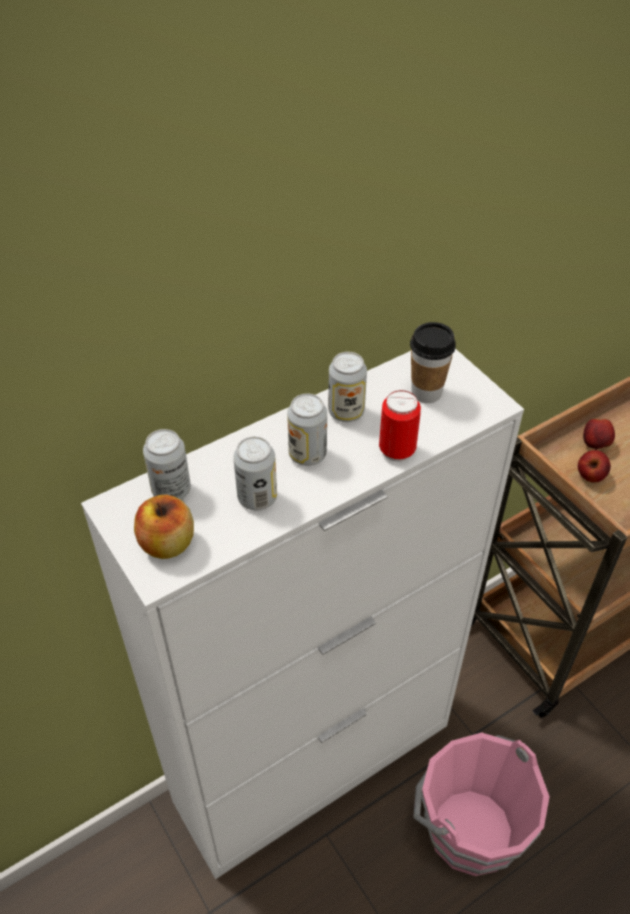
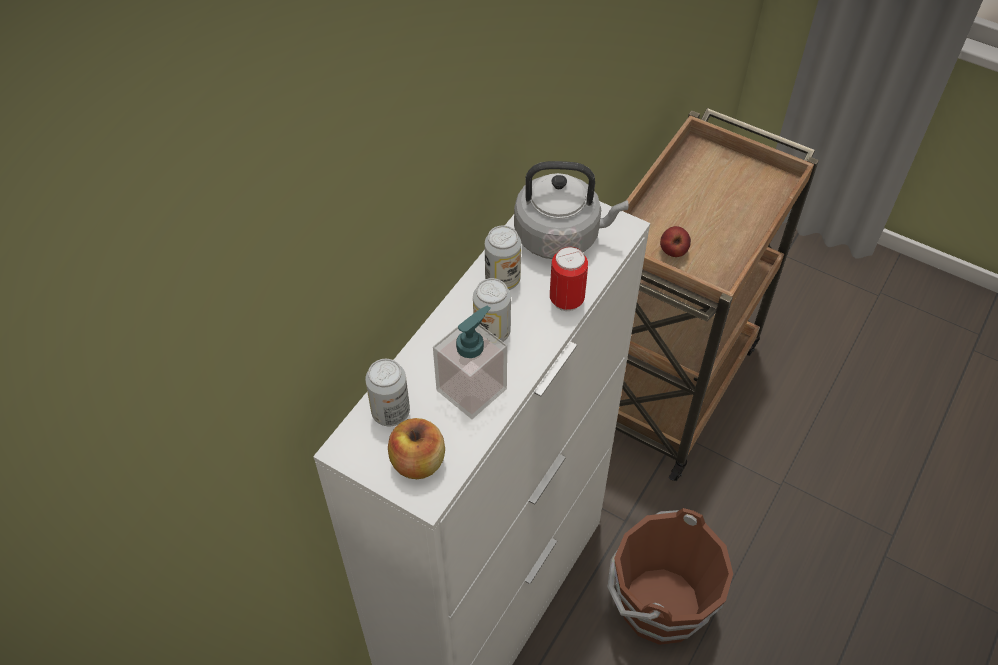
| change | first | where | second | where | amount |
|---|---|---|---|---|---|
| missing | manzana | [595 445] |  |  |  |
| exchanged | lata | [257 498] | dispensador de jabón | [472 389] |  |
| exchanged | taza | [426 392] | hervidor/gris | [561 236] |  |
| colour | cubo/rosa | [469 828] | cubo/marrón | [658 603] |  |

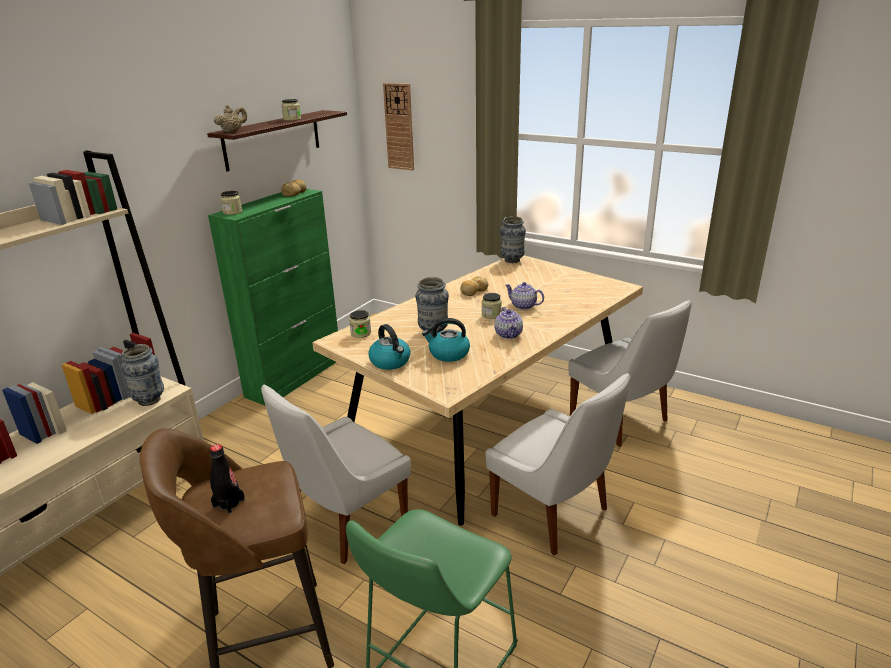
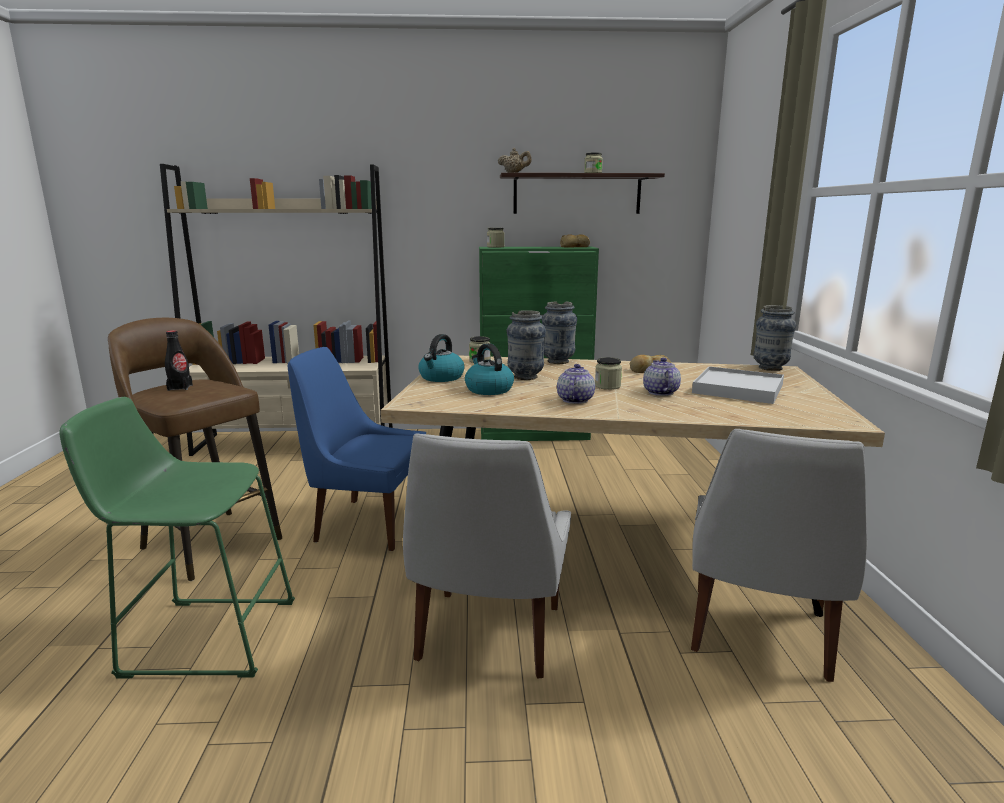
| change | first | where | second | where | amount |
|---|---|---|---|---|---|
| missing | reloj de pared | [399 127] |  |  |  |
| appeared |  |  | bandeja/blanco | [738 389] |  |
| relocated | florero | [149 400] |  | [558 361] |  |
| colour | silla/blanco | [345 522] | silla/azul | [366 523] |  |
| spun | tetera | [509 334] |  | [574 400] | 150 degrees clockwise |

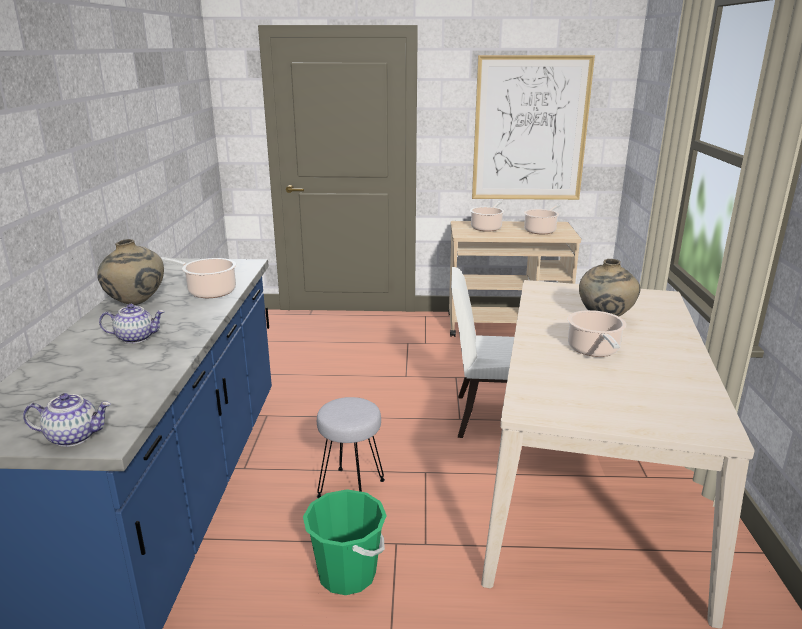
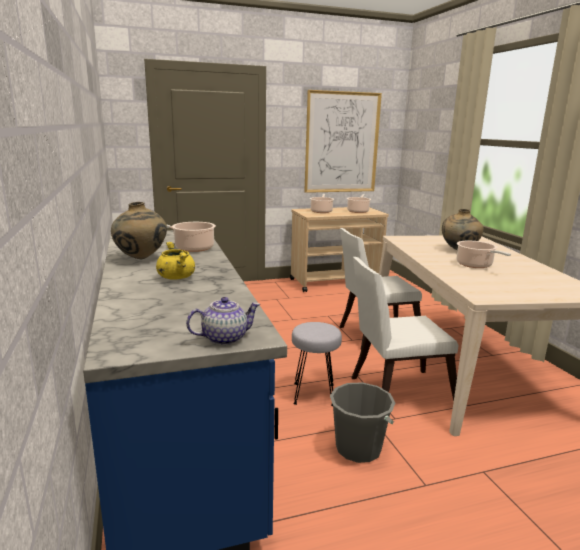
| change | first | where | second | where | amount |
|---|---|---|---|---|---|
| appeared |  |  | silla/blanco | [395 392] |  |
| exchanged | tetera | [136 338] | olla/amarillo | [176 277] |  |
| colour | cubo/verde | [347 574] | cubo/gris | [358 448] |  |

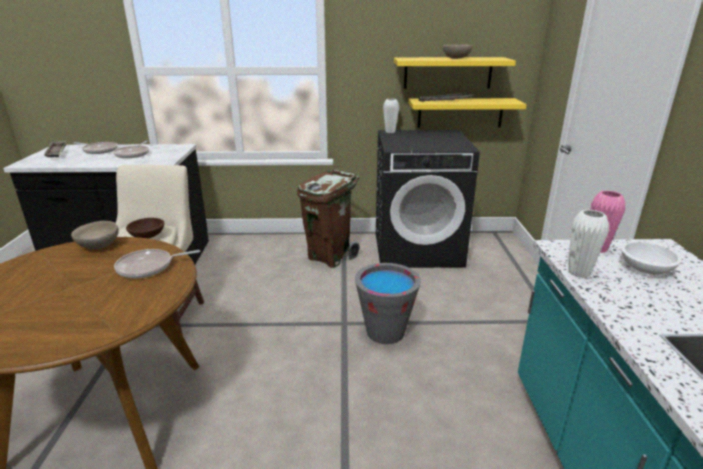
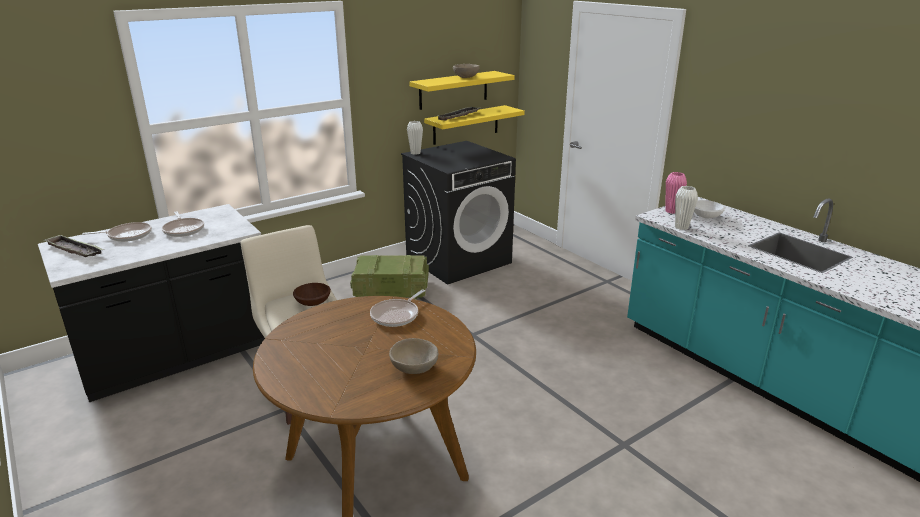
| change | first | where | second | where | amount |
|---|---|---|---|---|---|
| missing | cubo/gris | [385 332] |  |  |  |
| relocated | cuenco/beis | [98 246] |  | [414 369] |  |
| exchanged | papelera/marrón | [330 257] | caja de embalaje | [392 289] |  |

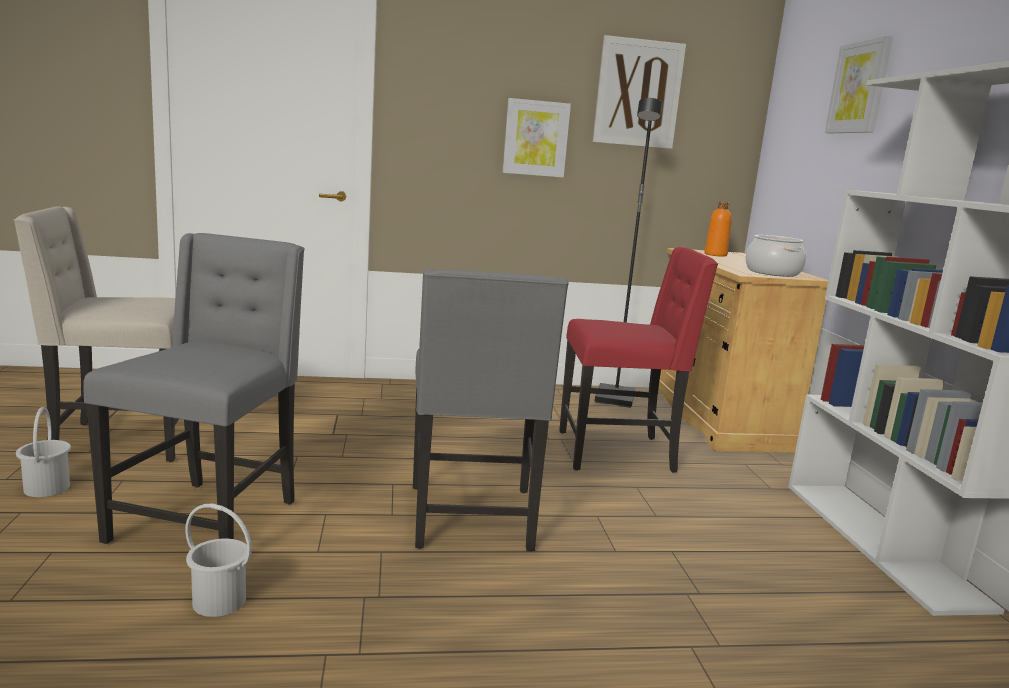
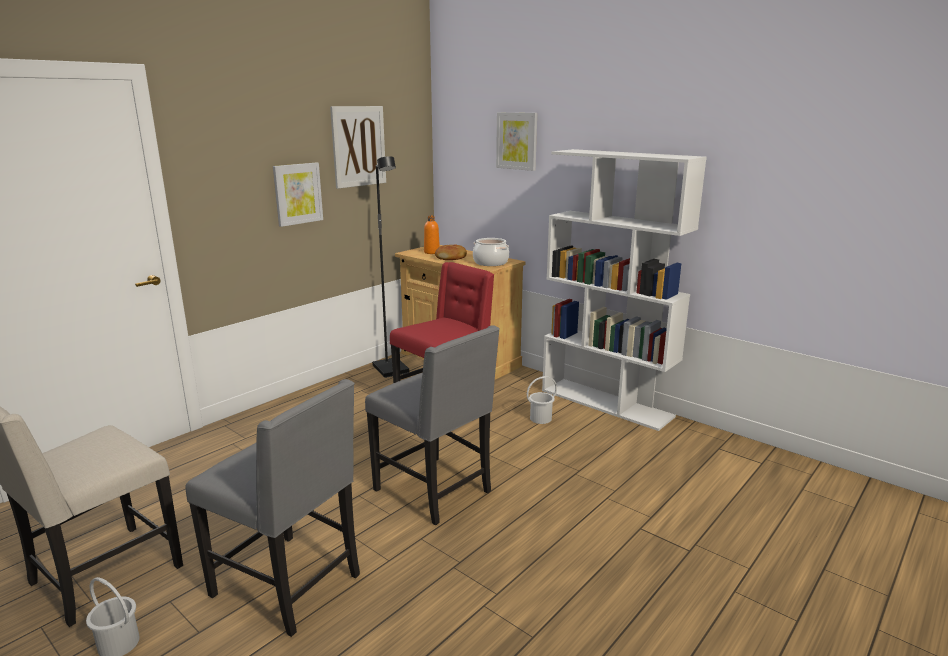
| change | first | where | second | where | amount |
|---|---|---|---|---|---|
| appeared |  |  | pan | [451 258] |  |
| relocated | cubo/blanco | [219 601] |  | [540 418] |  |
| spun | silla/gris | [209 520] |  | [290 585] | 150 degrees clockwise |

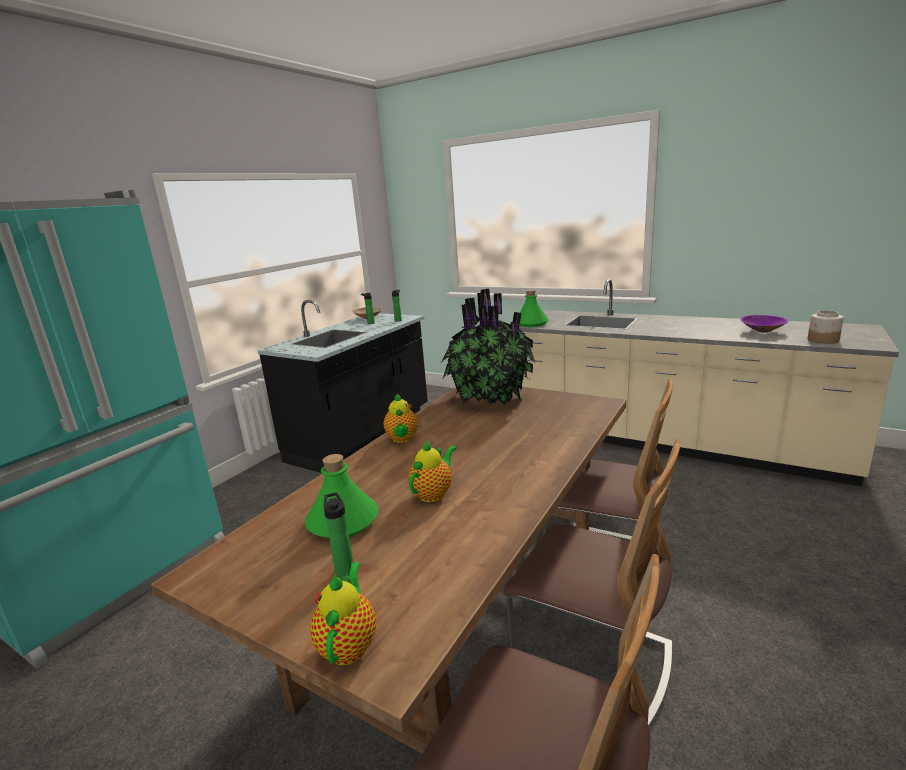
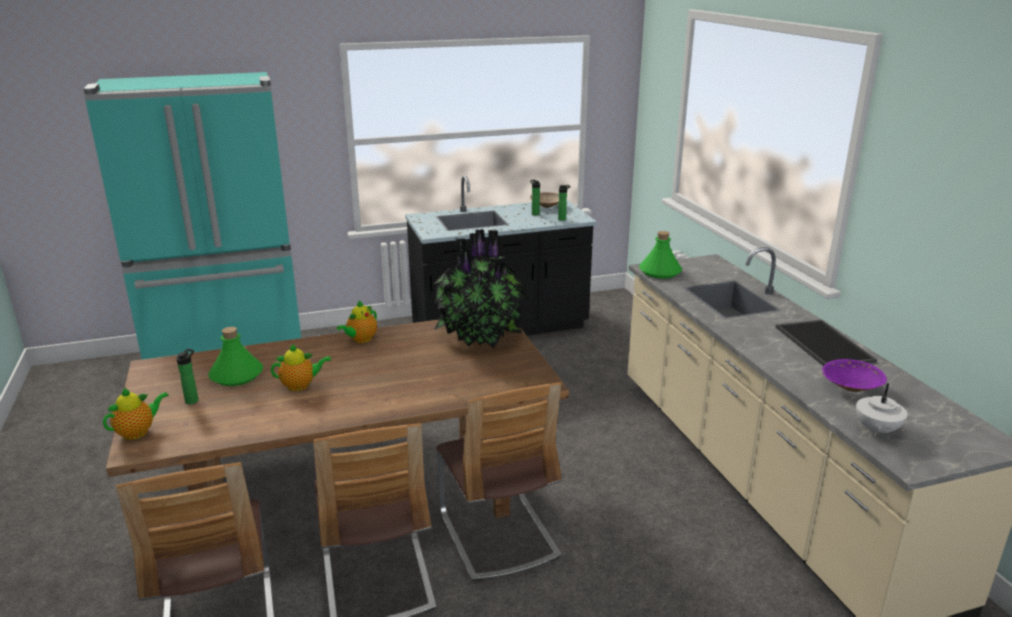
| change | first | where | second | where | amount |
|---|---|---|---|---|---|
| appeared |  |  | bandeja | [821 343] |  |
| exchanged | tarro | [823 340] | tetera/blanco | [876 430] |  |

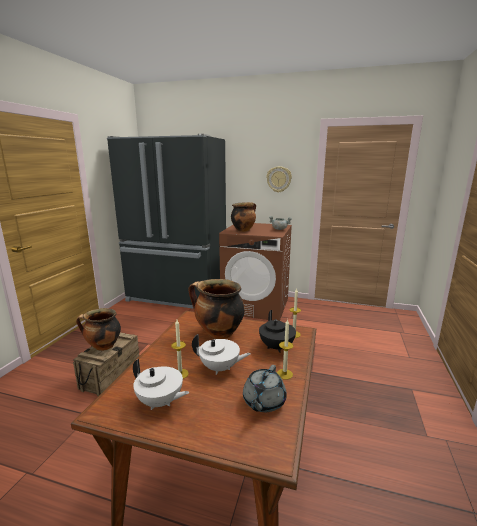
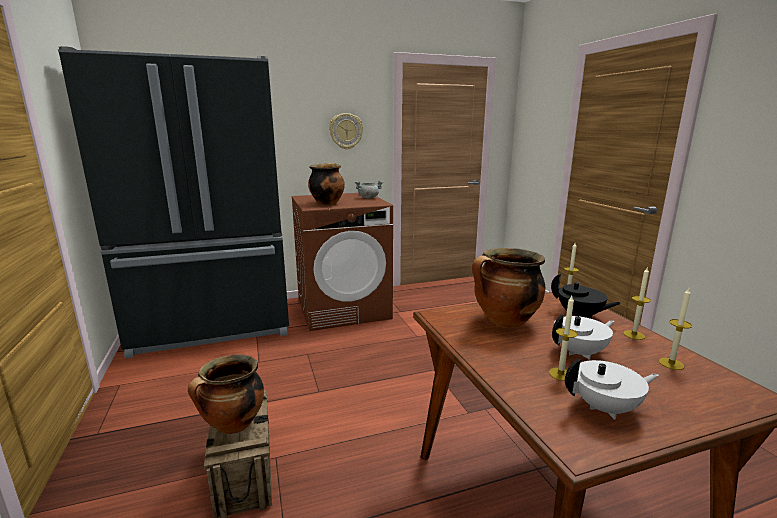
| change | first | where | second | where | amount |
|---|---|---|---|---|---|
| exchanged | tetera/gris | [263 402] | vela | [671 363] |  |

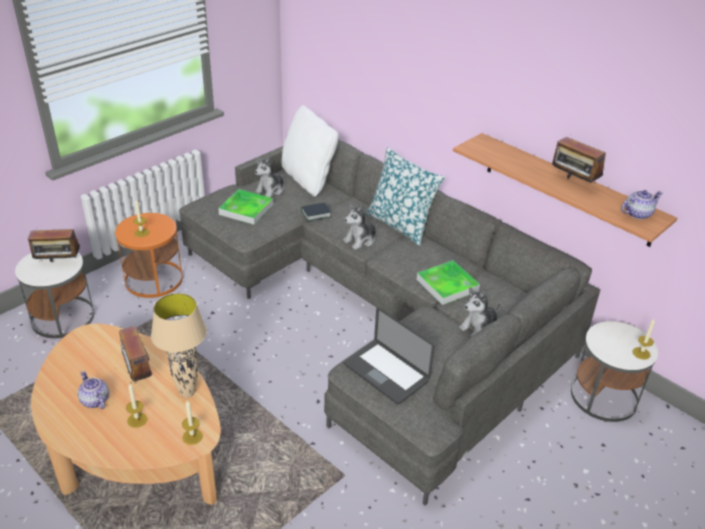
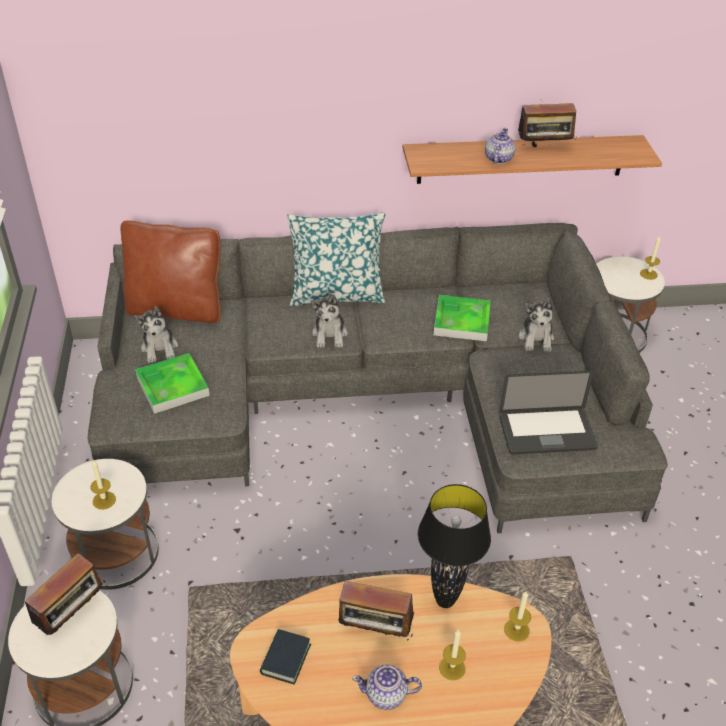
| change | first | where | second | where | amount |
|---|---|---|---|---|---|
| relocated | libro | [316 214] |  | [285 659] |  |
| relocated | tetera | [637 214] |  | [498 159] |  |
| colour | mesa auxiliar/naranja | [154 279] | mesa auxiliar/blanco | [115 552] |  |
| colour | lámpara de mesa/beis | [188 393] | lámpara de mesa/negro | [445 600] |  |
| colour | cojín/blanco | [308 179] | cojín/marrón | [176 309] |  |

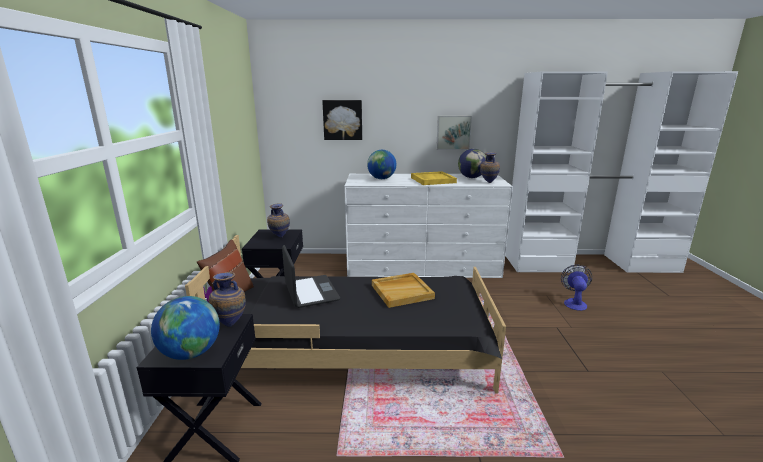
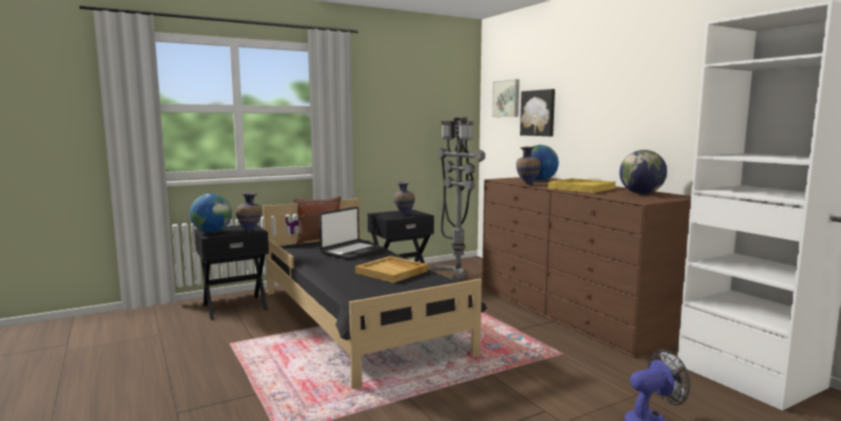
| change | first | where | second | where | amount |
|---|---|---|---|---|---|
| appeared |  |  | lámpara de pie/gris | [455 272] |  |
| relocated | cuadro | [453 132] |  | [507 98] |  |
| relocated | florero | [488 183] |  | [527 184] |  |
| colour | cómoda/blanco | [422 265] | cómoda/marrón | [573 310] |  |

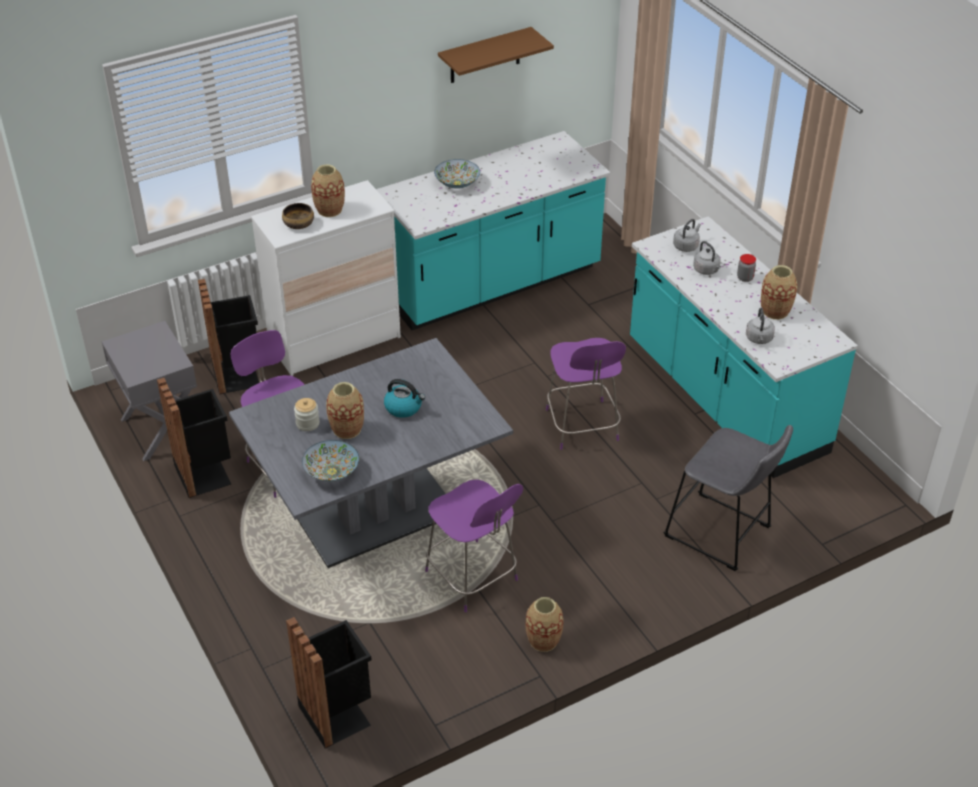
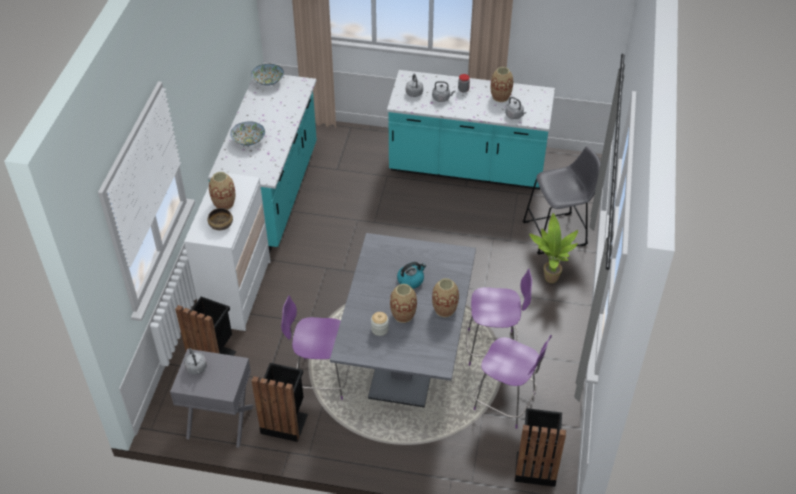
| change | first | where | second | where | amount |
|---|---|---|---|---|---|
| missing | estante/marrón | [485 56] |  |  |  |
| appeared |  |  | hervidor/gris | [197 368] |  |
| appeared |  |  | planta en maceta | [548 279] |  |
| relocated | cuenco | [332 471] |  | [268 81] |  |
| relocated | florero | [543 640] |  | [444 309] |  |
| relocated | silla/morado | [582 427] |  | [506 403] |  |

